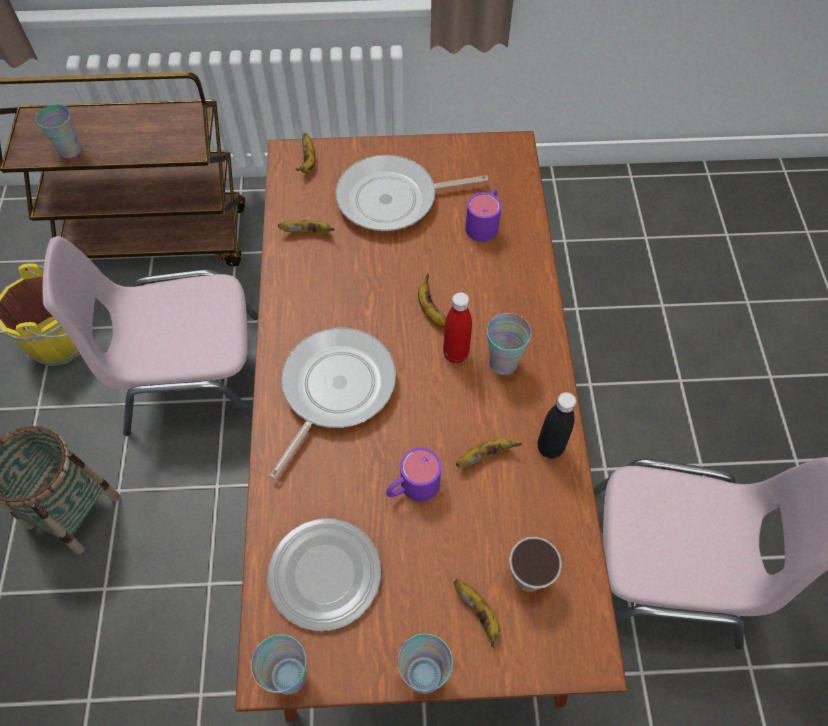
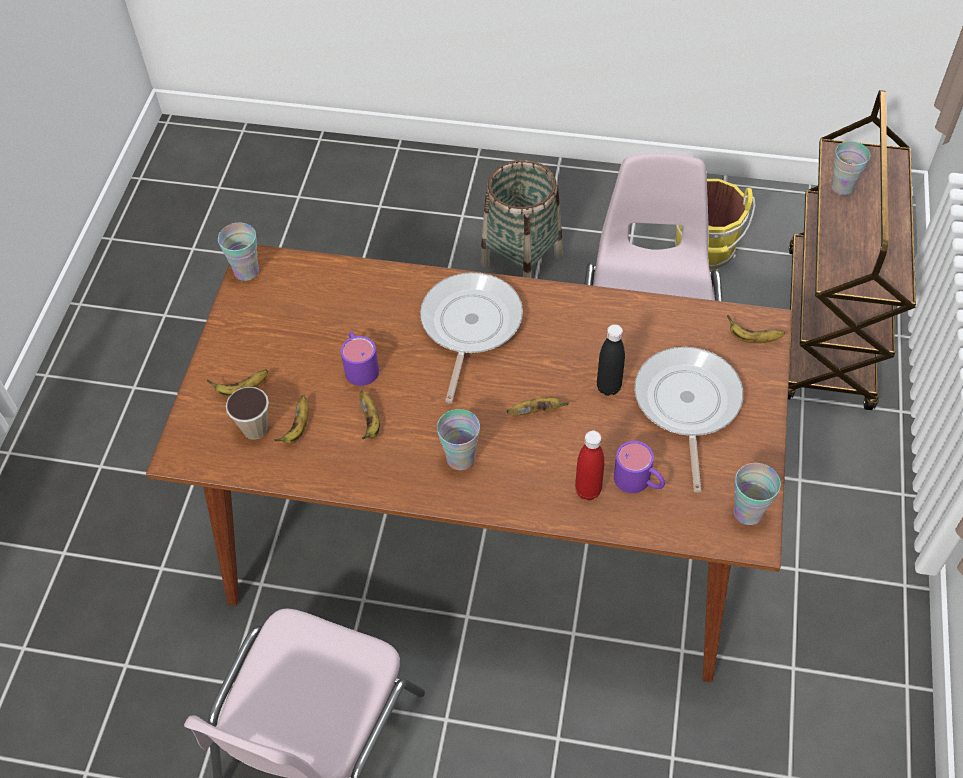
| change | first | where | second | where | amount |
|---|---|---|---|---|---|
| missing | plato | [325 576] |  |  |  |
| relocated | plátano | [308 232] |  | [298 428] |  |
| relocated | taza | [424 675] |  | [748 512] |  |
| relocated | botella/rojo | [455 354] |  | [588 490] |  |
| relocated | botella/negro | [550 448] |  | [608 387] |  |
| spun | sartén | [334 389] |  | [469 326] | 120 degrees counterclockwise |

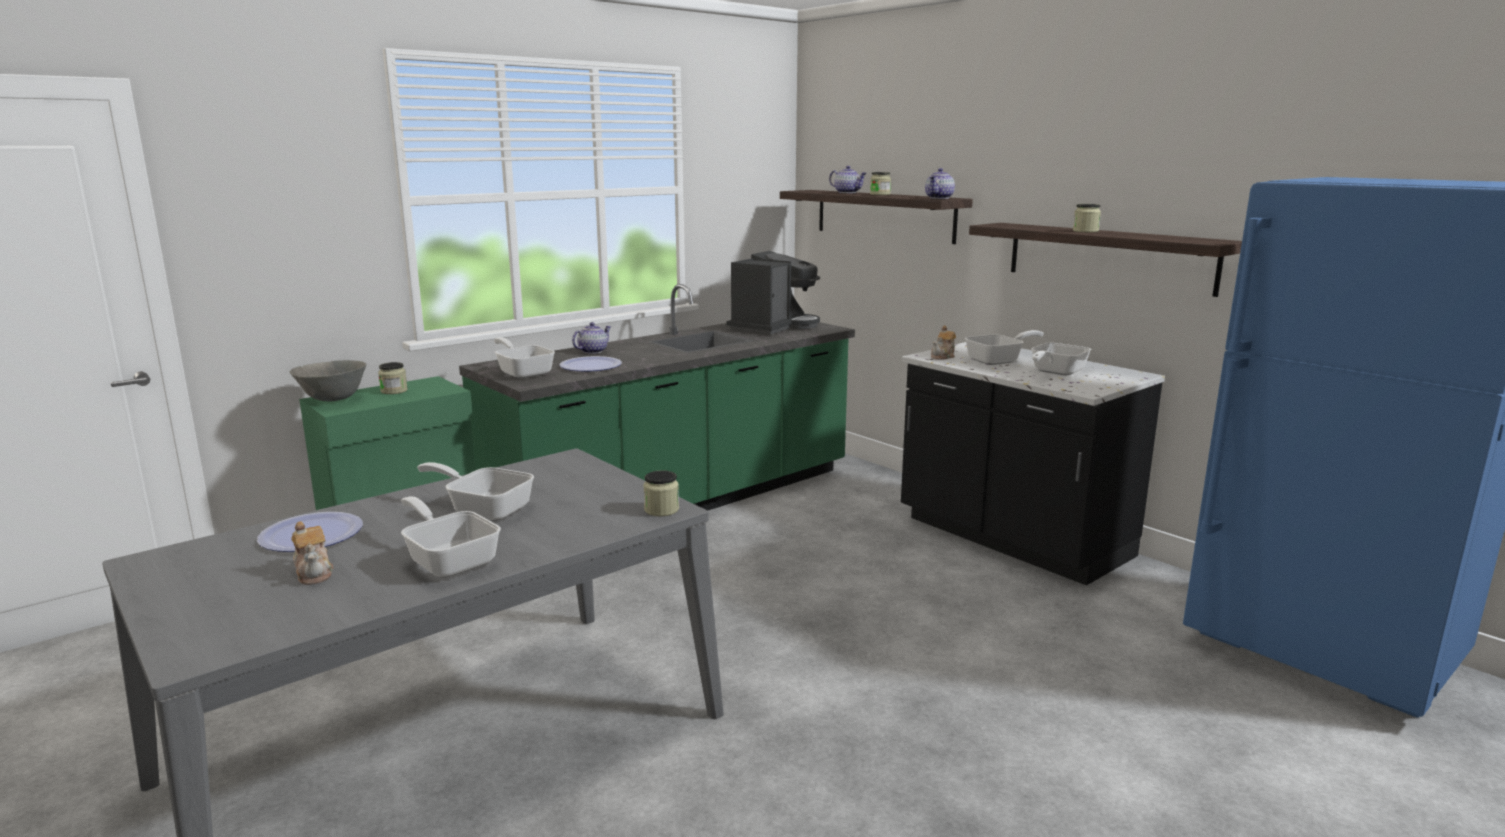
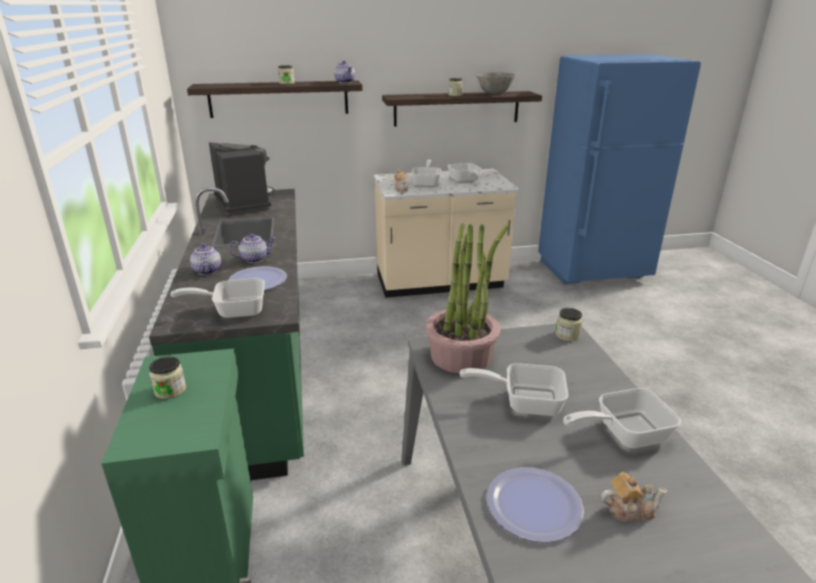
| change | first | where | second | where | amount |
|---|---|---|---|---|---|
| appeared |  |  | planta en maceta | [461 355] |  |
| relocated | cuenco/gris | [333 400] |  | [494 94] |  |
| relocated | tetera | [848 192] |  | [254 259] |  |
| colour | mueble bajo de cocina/negro | [1012 539] | mueble bajo de cocina/beis | [440 283] |  |
| spun | sartén | [484 509] |  | [524 401] | 45 degrees clockwise |

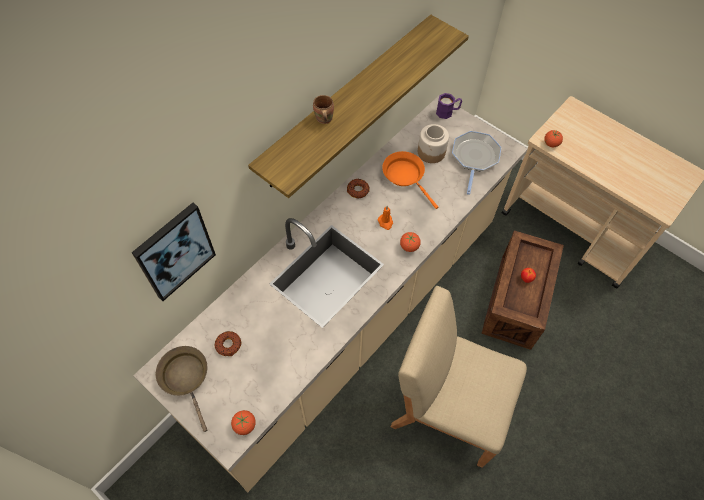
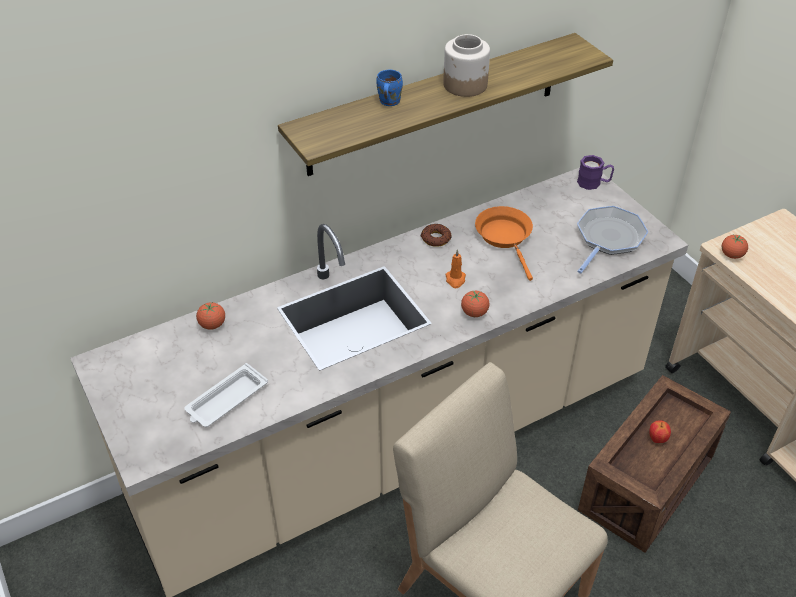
| change | first | where | second | where | amount |
|---|---|---|---|---|---|
| missing | cuadro | [174 251] |  |  |  |
| missing | sartén/marrón | [186 378] |  |  |  |
| missing | rosquilla | [228 345] |  |  |  |
| appeared |  |  | bandeja/blanco | [226 400] |  |
| relocated | tomate | [245 425] |  | [212 325] |  |
| relocated | tarro | [431 152] |  | [466 85] |  |
| colour | taza grande/marrón | [323 119] | taza grande/azul | [388 102] |  |

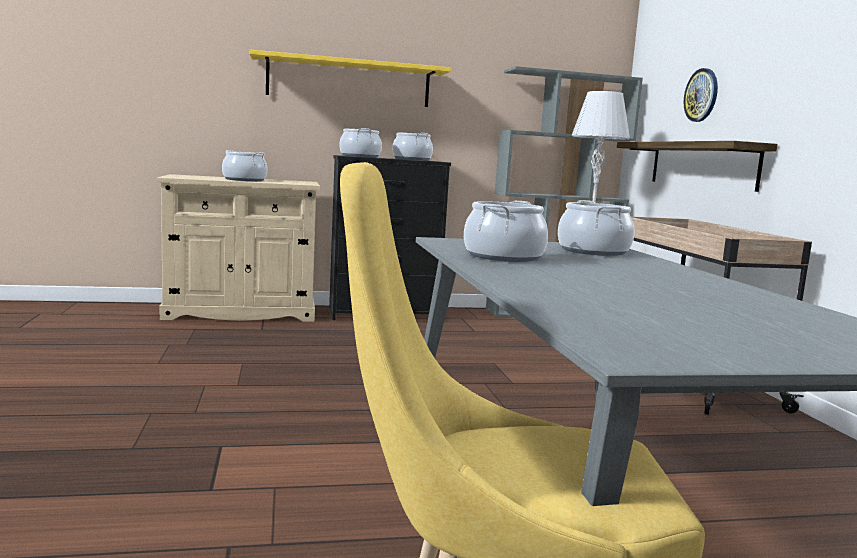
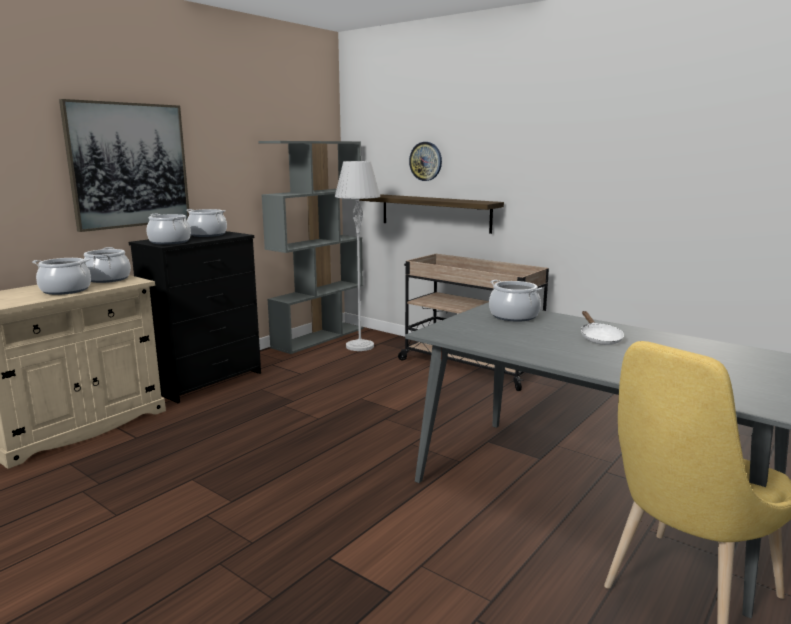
| change | first | where | second | where | amount |
|---|---|---|---|---|---|
| appeared |  |  | sartén/blanco | [599 338] |  |
| relocated | olla | [503 256] |  | [107 279] |  |
| exchanged | estante/amarillo | [349 82] | cuadro | [129 165] |  |

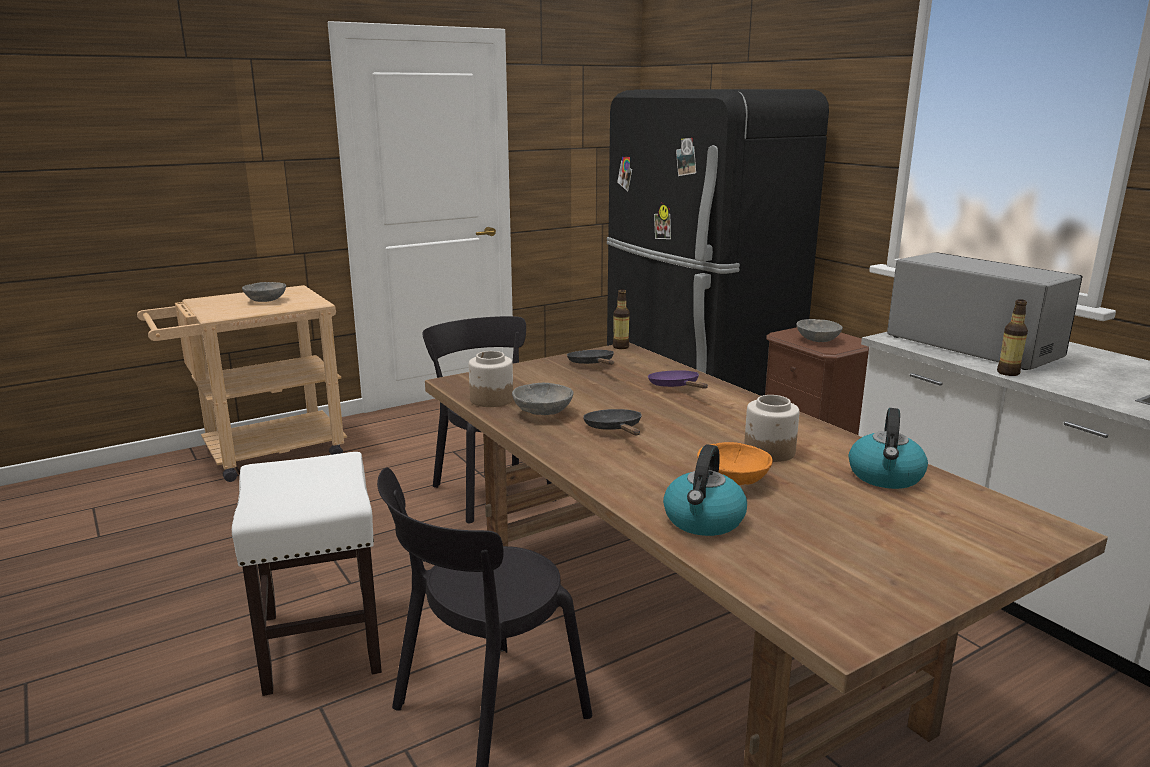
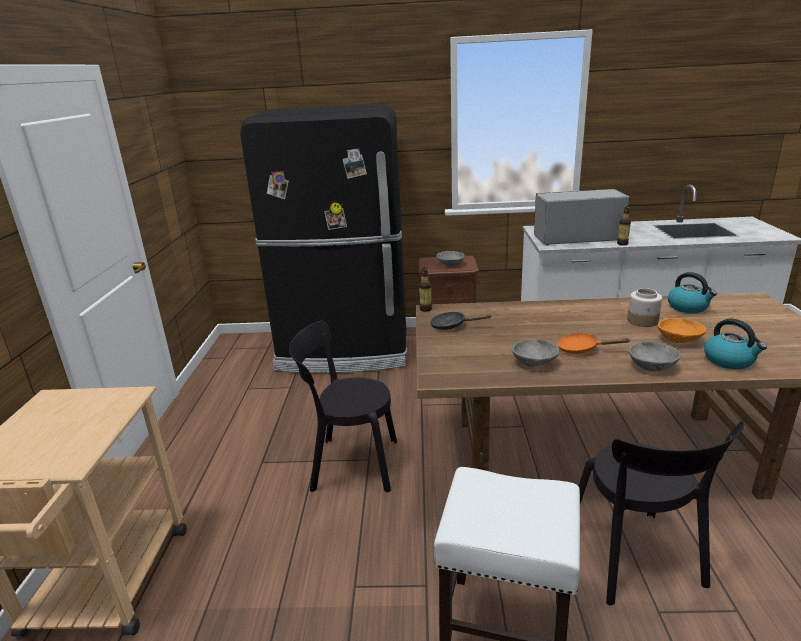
| change | first | where | second | where | amount |
|---|---|---|---|---|---|
| missing | tarro | [491 399] |  |  |  |
| missing | sartén/morado | [676 387] |  |  |  |
| relocated | cuenco/gris | [266 301] |  | [652 367] |  |
| colour | sartén/negro | [614 429] | sartén/naranja | [582 349] |  |

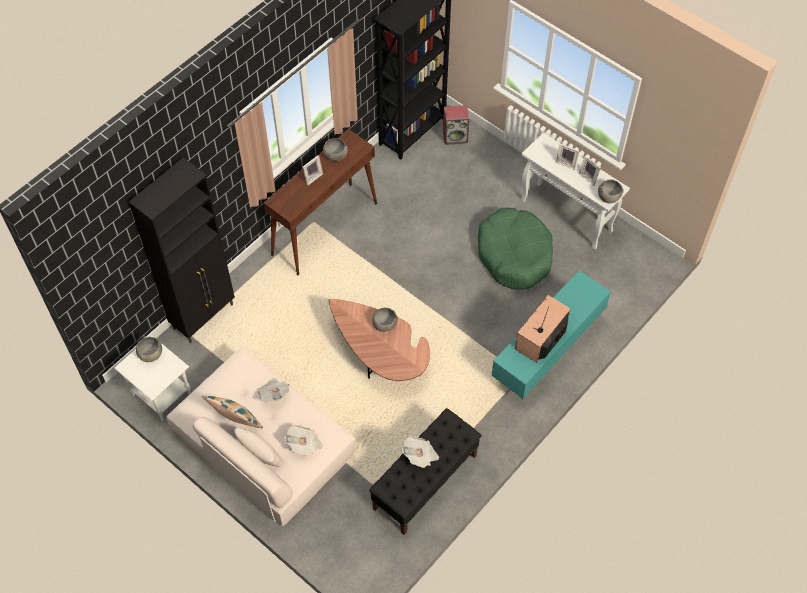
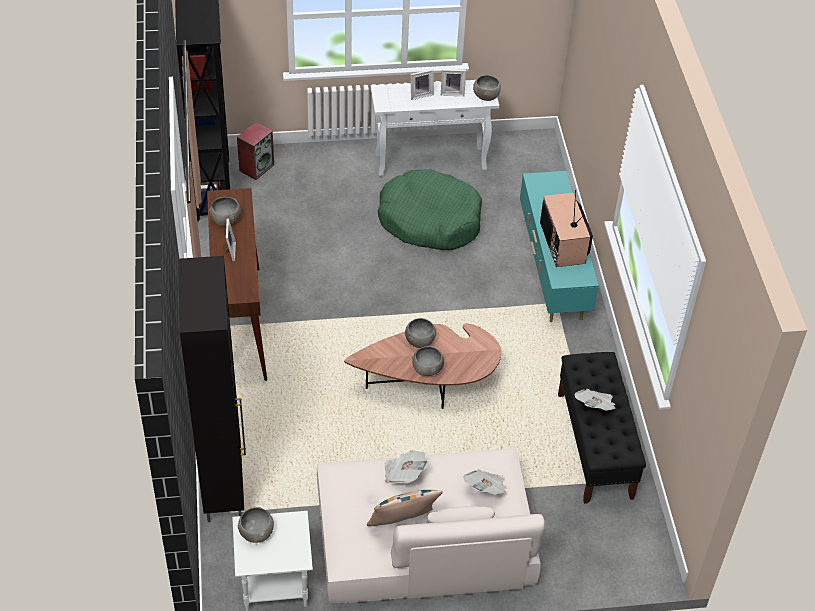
| change | first | where | second | where | amount |
|---|---|---|---|---|---|
| appeared |  |  | cuenco/gris | [427 368] |  |

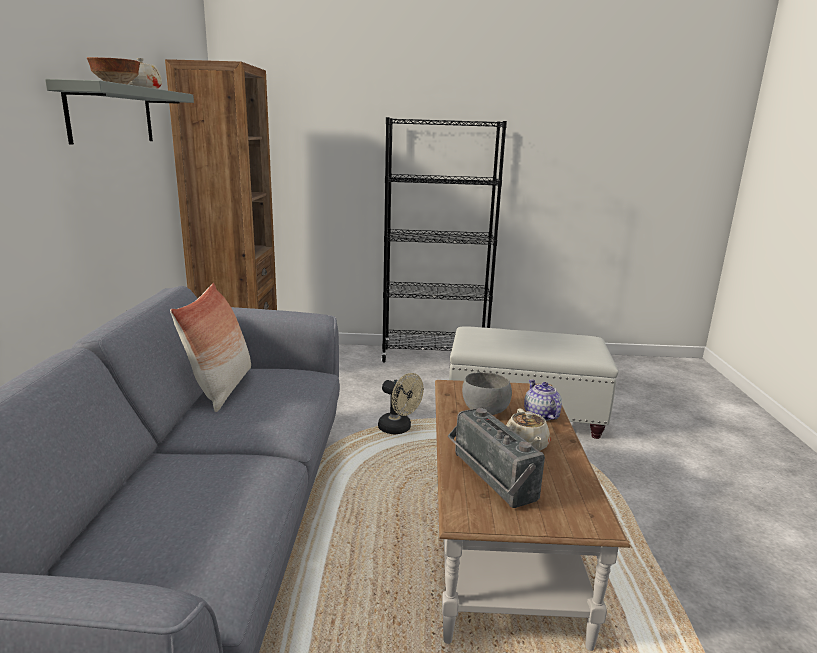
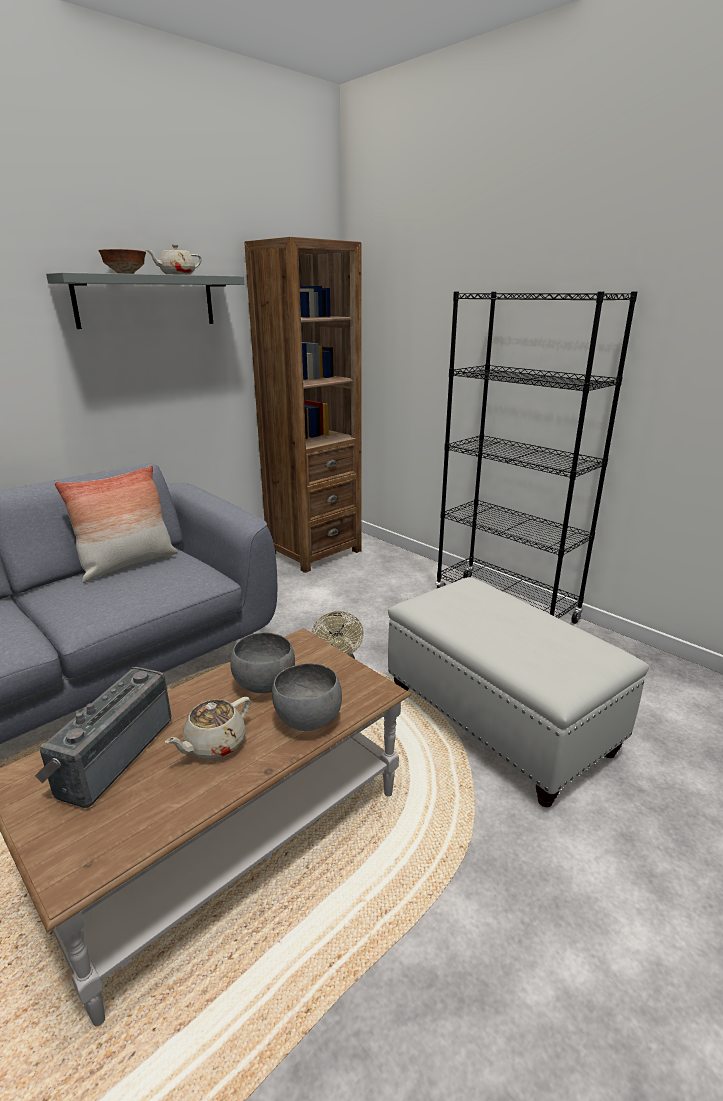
| change | first | where | second | where | amount |
|---|---|---|---|---|---|
| exchanged | tetera | [540 415] | cuenco/gris | [307 720] |  |

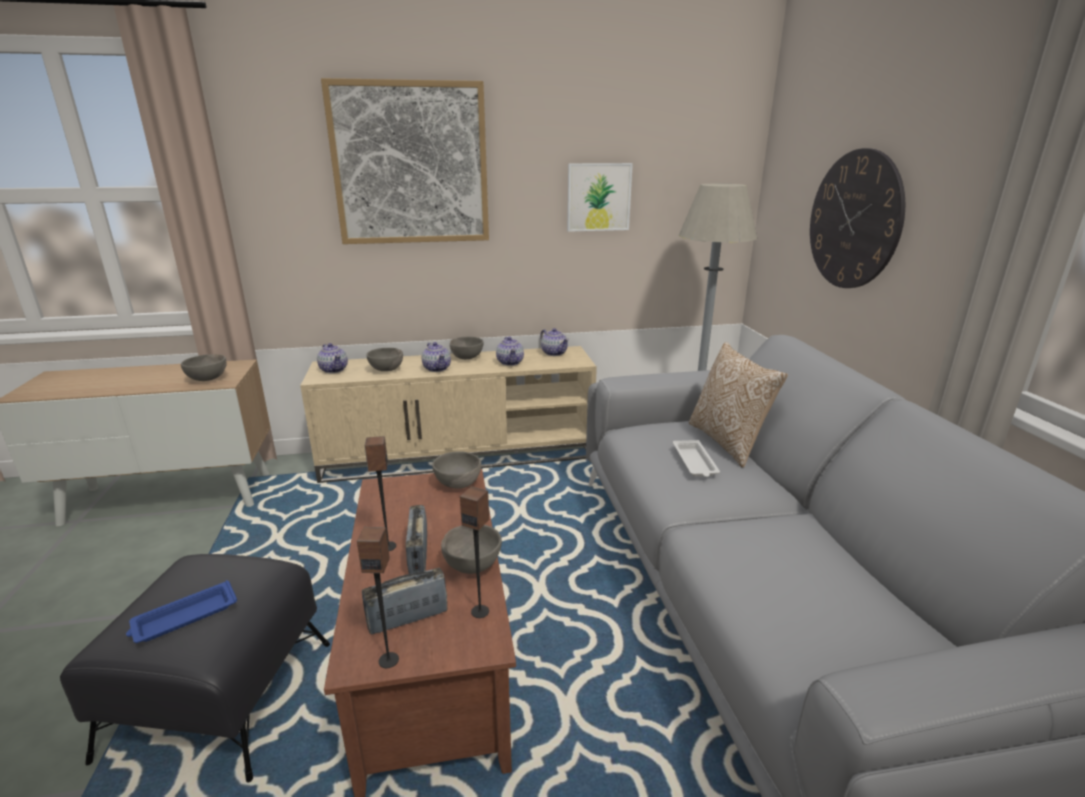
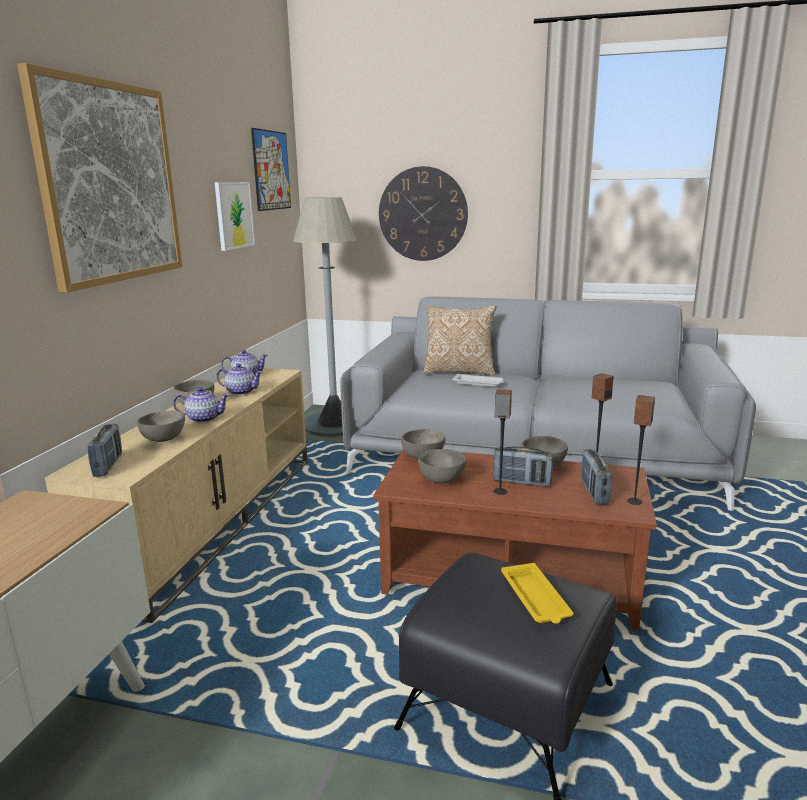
| change | first | where | second | where | amount |
|---|---|---|---|---|---|
| appeared |  |  | cuadro | [271 170] |  |
| relocated | cuenco/gris | [208 379] |  | [442 480] |  |
| exchanged | tetera | [334 369] | radio | [108 465] |  |
| colour | bandeja/azul | [184 617] | bandeja/amarillo | [535 599] |  |

